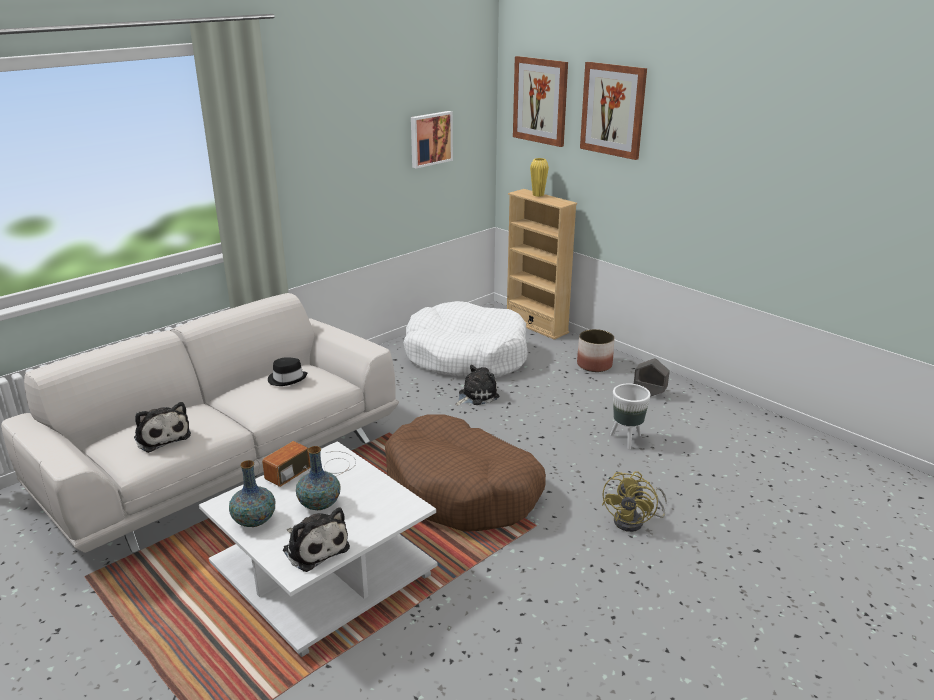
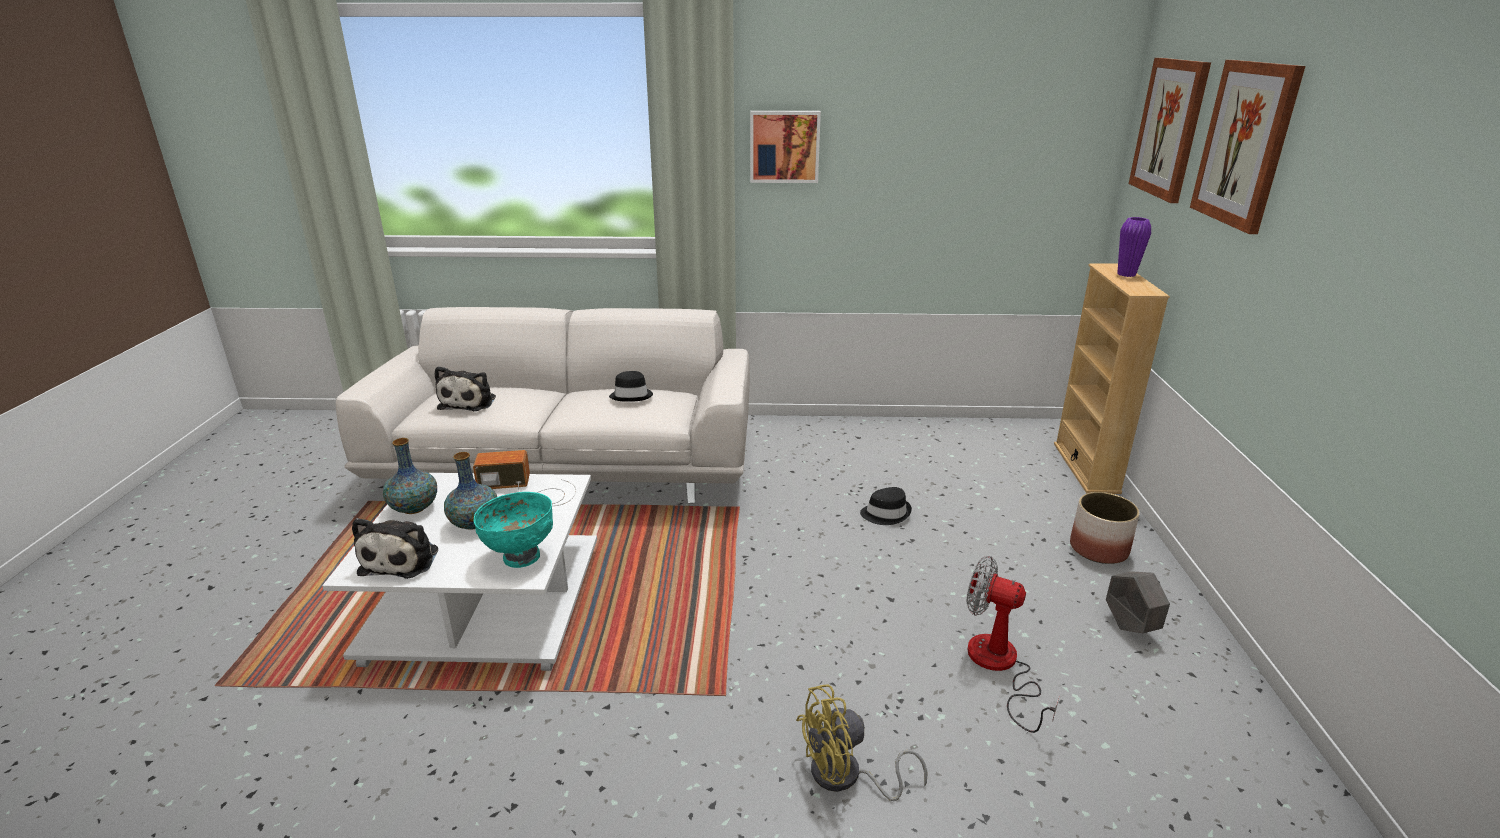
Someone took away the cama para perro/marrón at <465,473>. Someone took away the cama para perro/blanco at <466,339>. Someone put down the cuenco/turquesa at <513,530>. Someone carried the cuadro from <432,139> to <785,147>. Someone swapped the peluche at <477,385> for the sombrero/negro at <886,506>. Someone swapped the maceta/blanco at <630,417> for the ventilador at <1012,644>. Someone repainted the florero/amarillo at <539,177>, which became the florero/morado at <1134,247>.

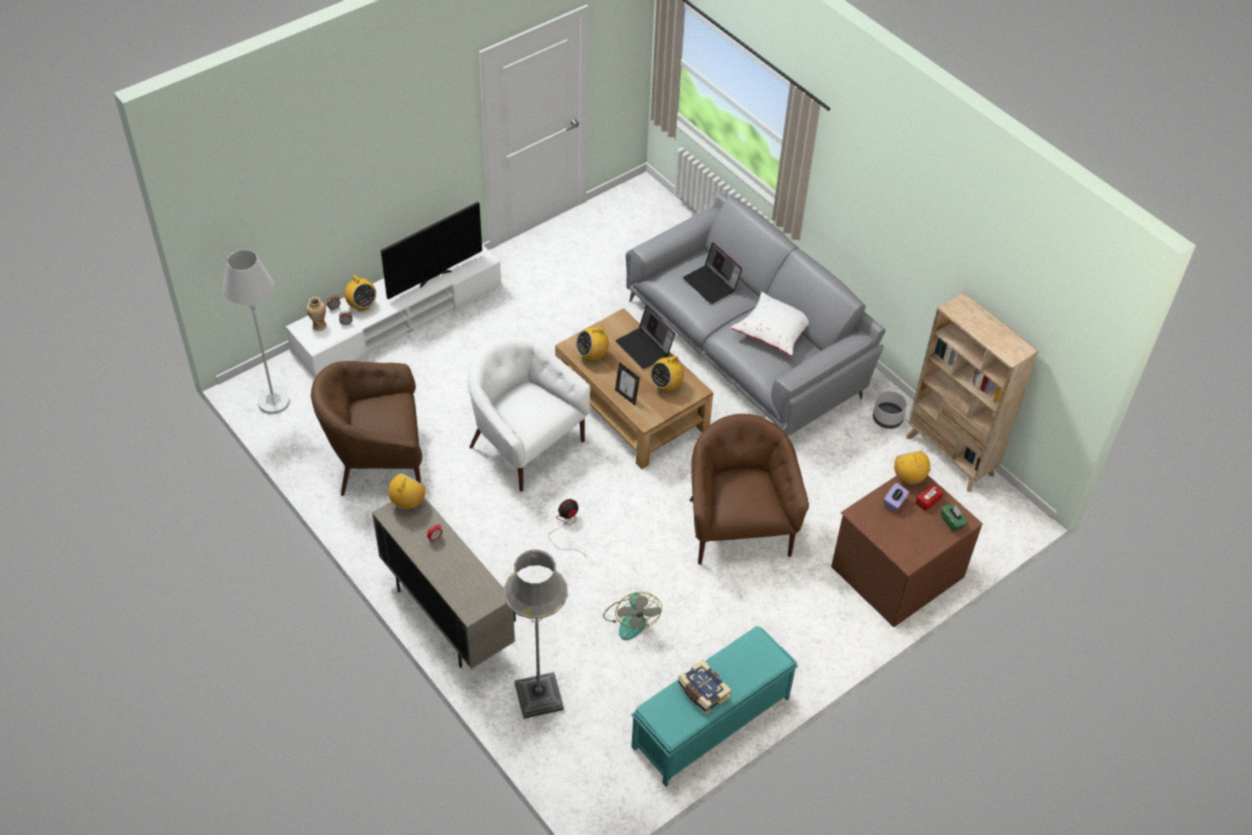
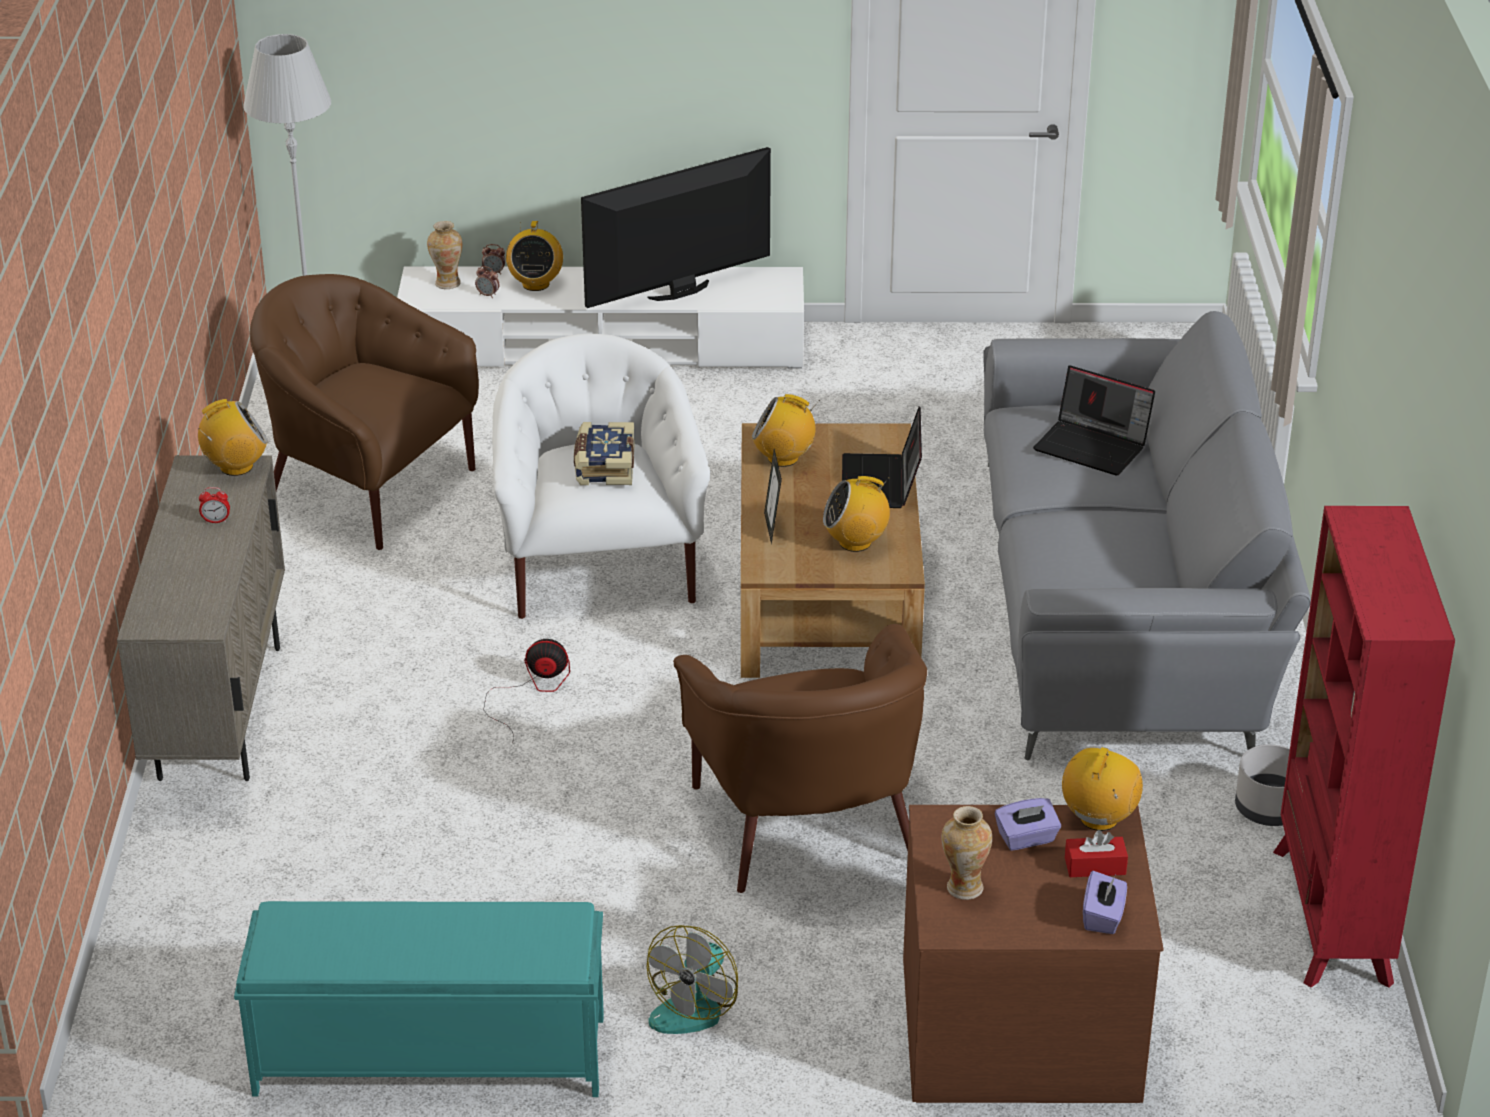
Someone took away the lámpara de pie/gris at <536,634>. Someone took away the cojín/blanco at <770,324>. Someone put down the florero at <966,853>. Someone carried the ventilador from <632,616> to <692,979>. Someone carried the libro from <704,686> to <604,453>. Someone repainted the estantería/beis at <972,392>, which became the estantería/rojo at <1364,747>. Someone repainted the caja de pañuelos/verde at <954,518>, which became the caja de pañuelos/morado at <1105,902>. Someone rotated the televisor at <431,251> by 150 degrees clockwise. Someone rotated the portátil at <712,273> by 60 degrees counterclockwise. Someone rotated the sillón/marrón at <749,489> by 135 degrees clockwise.

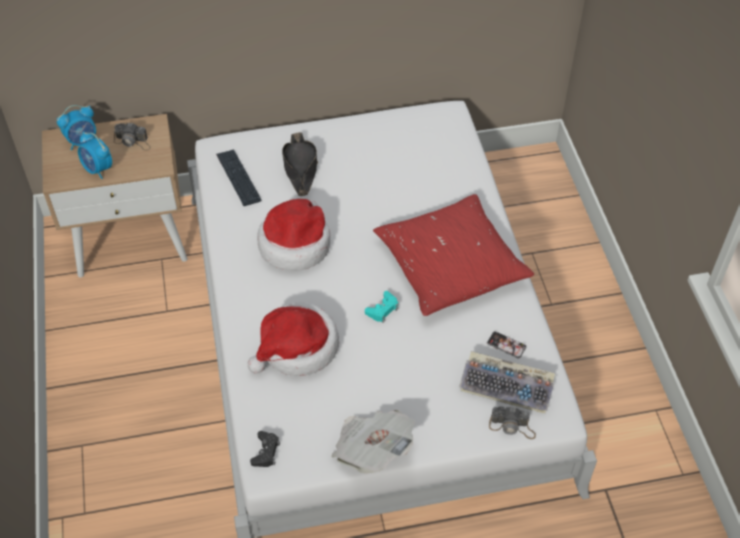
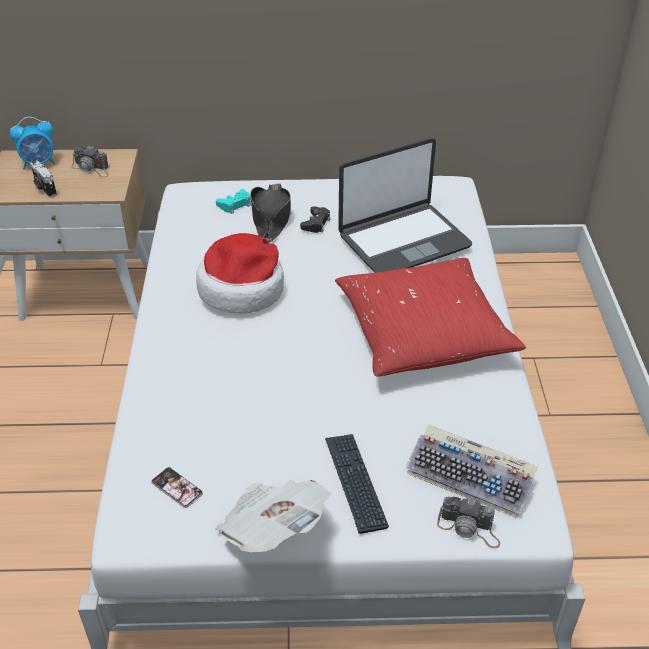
Someone took away the sombrero at <293,339>. Someone put down the portátil at <405,205>. Someone carried the teclado from <238,177> to <357,484>. Someone carried the mando de consola/negro from <265,449> to <315,219>. Someone carried the mando de consola/turquesa from <381,306> to <233,201>. Someone carried the móvil from <507,345> to <177,487>. Someone swapped the despertador at <95,155> for the cámara at <43,179>.

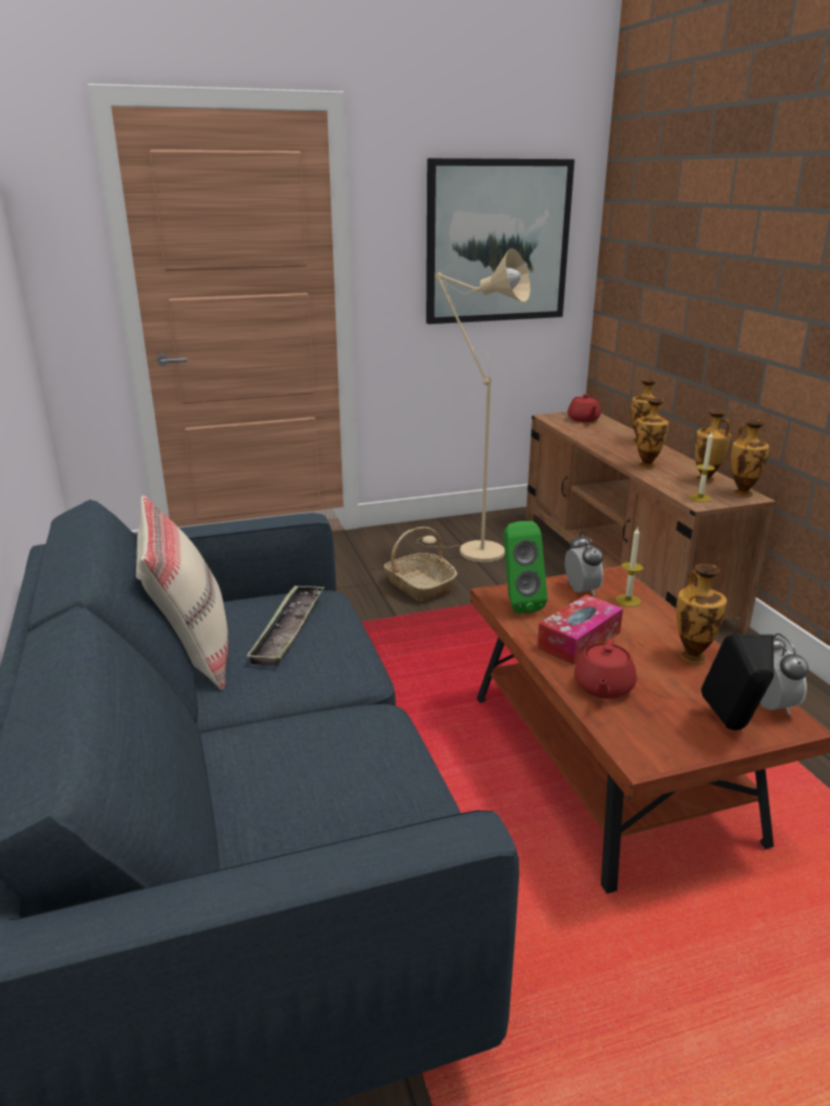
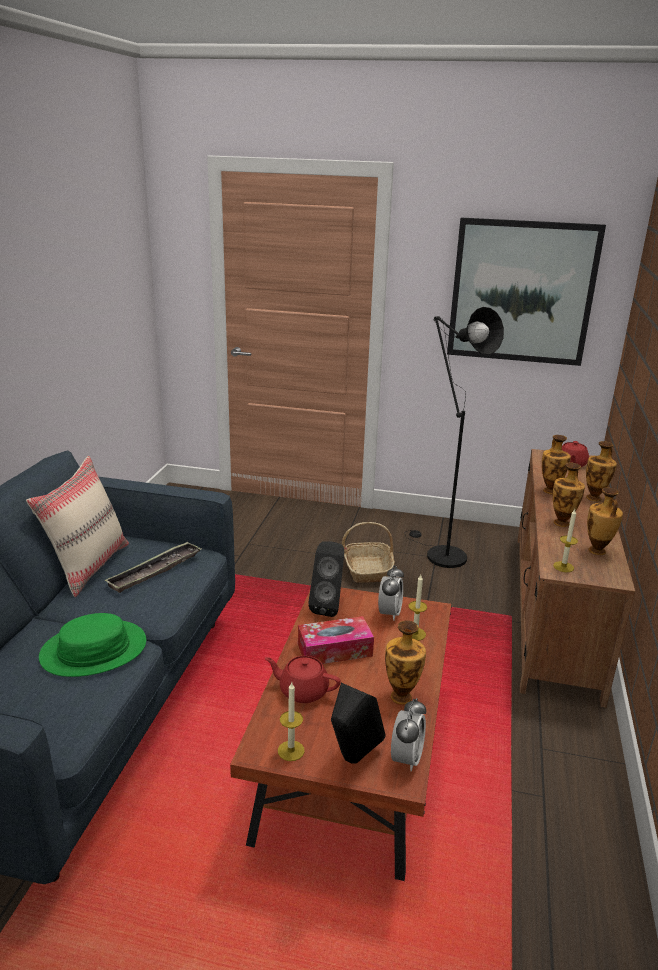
Someone put down the sombrero/verde at <92,645>. Someone put down the vela at <291,721>. Someone carried the florero from <750,458> to <556,465>. Someone repainted the lámpara de pie/beis at <473,405>, which became the lámpara de pie/negro at <454,437>. Someone repainted the altavoz/verde at <526,567>, which became the altavoz/negro at <326,579>. Someone rotated the tetera/rojo at <605,668> by 60 degrees clockwise.

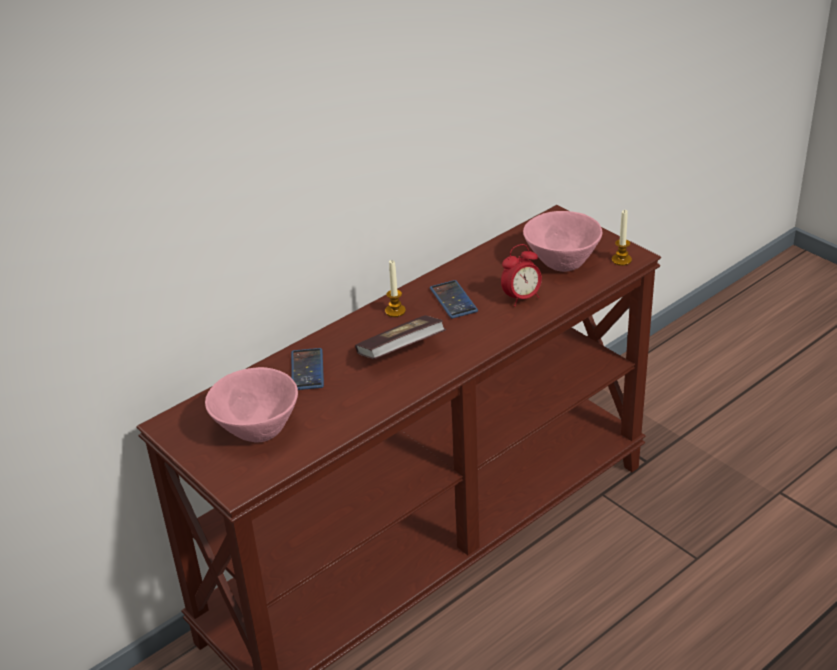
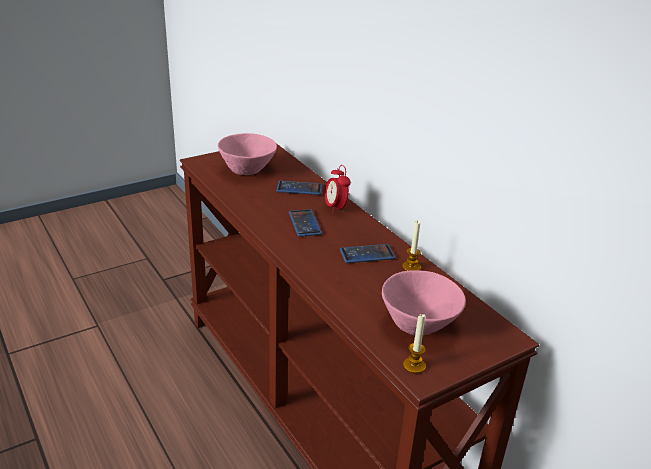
Someone carried the vela from <395,288> to <411,245>. Someone carried the despertador from <521,275> to <338,189>. Someone swapped the libro at <400,337> for the móvil at <305,223>.

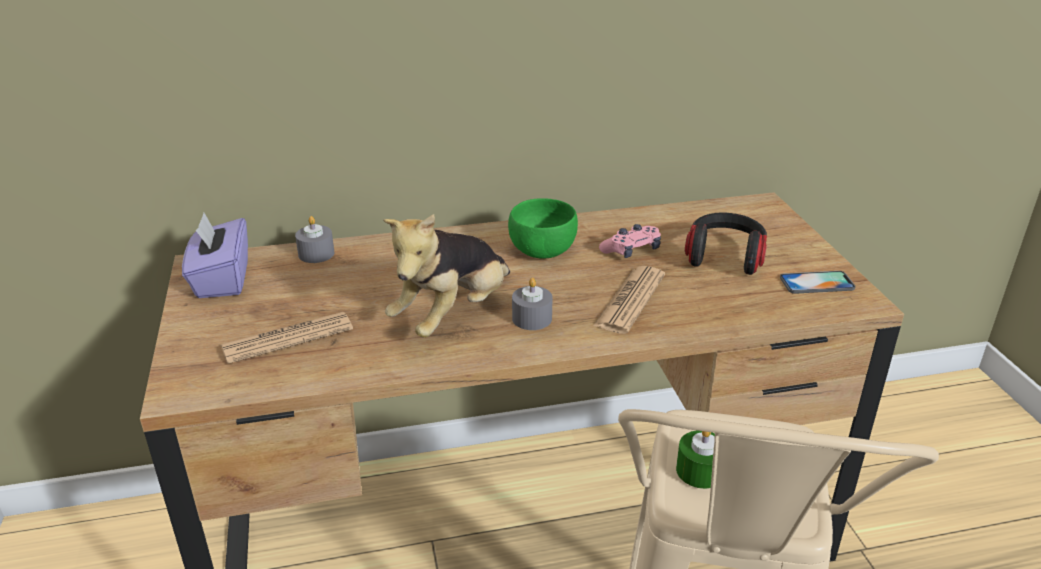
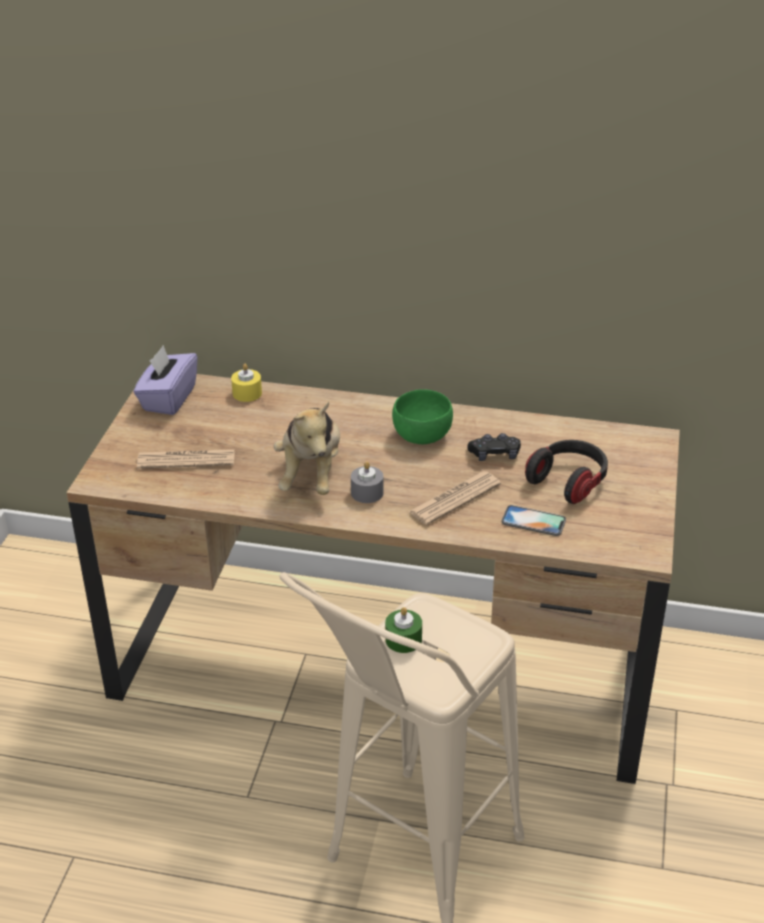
Someone carried the móvil from <818,282> to <533,520>. Someone repainted the vela/gris at <314,239>, which became the vela/amarillo at <246,383>. Someone repainted the mando de consola/rosa at <630,241>, which became the mando de consola/negro at <494,447>. Someone rotated the peluche at <446,275> by 60 degrees counterclockwise.

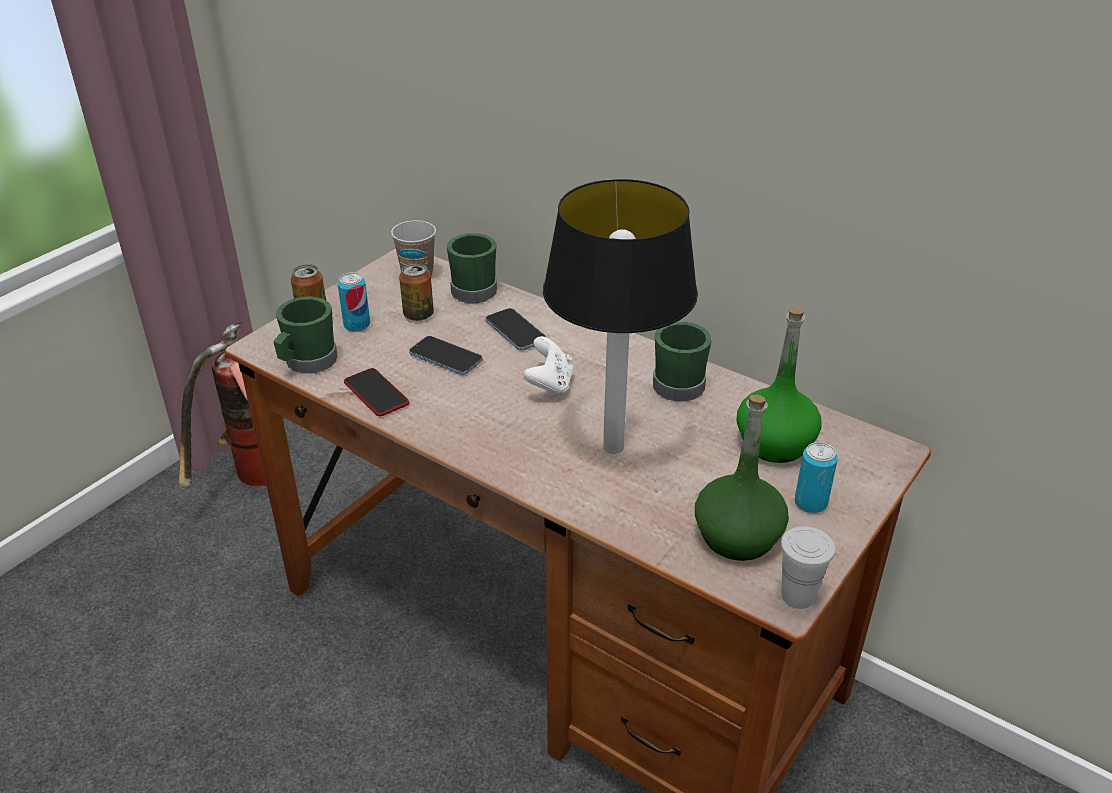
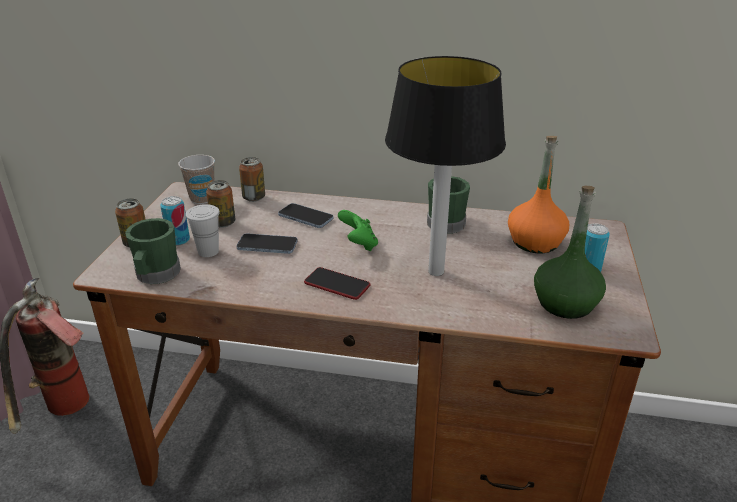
Someone carried the móvil from <376,392> to <337,283>. Someone carried the taza/blanco from <808,567> to <203,230>. Someone swapped the taza grande/verde at <472,268> for the lata at <252,179>. Someone repainted the mando de consola/blanco at <548,367>, which became the mando de consola/verde at <358,230>. Someone repainted the botella/verde at <779,385>, which became the botella/naranja at <538,194>.

